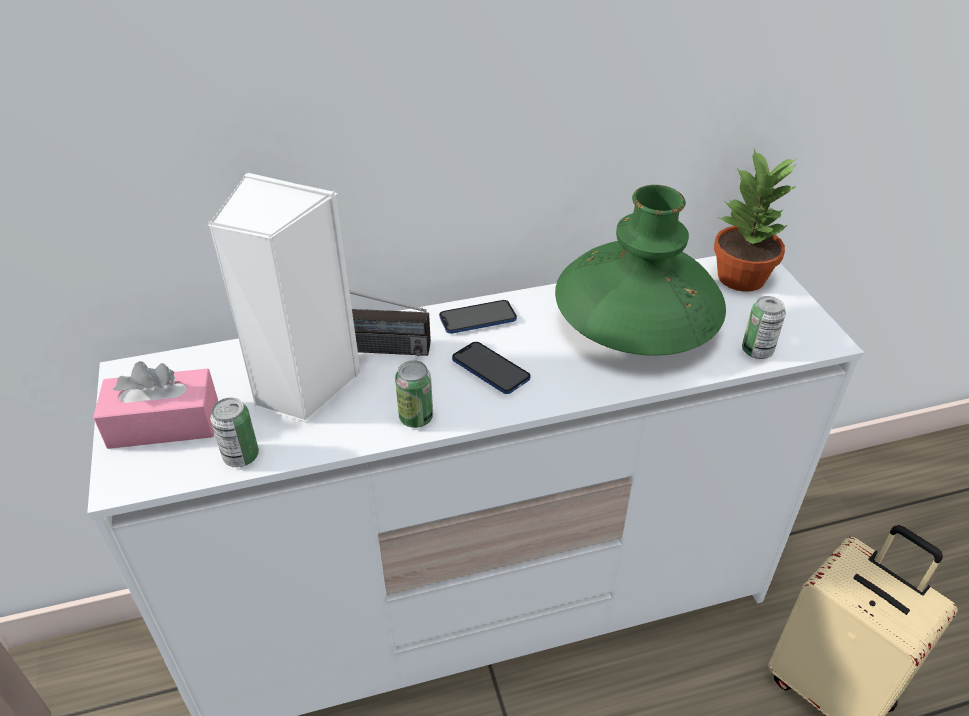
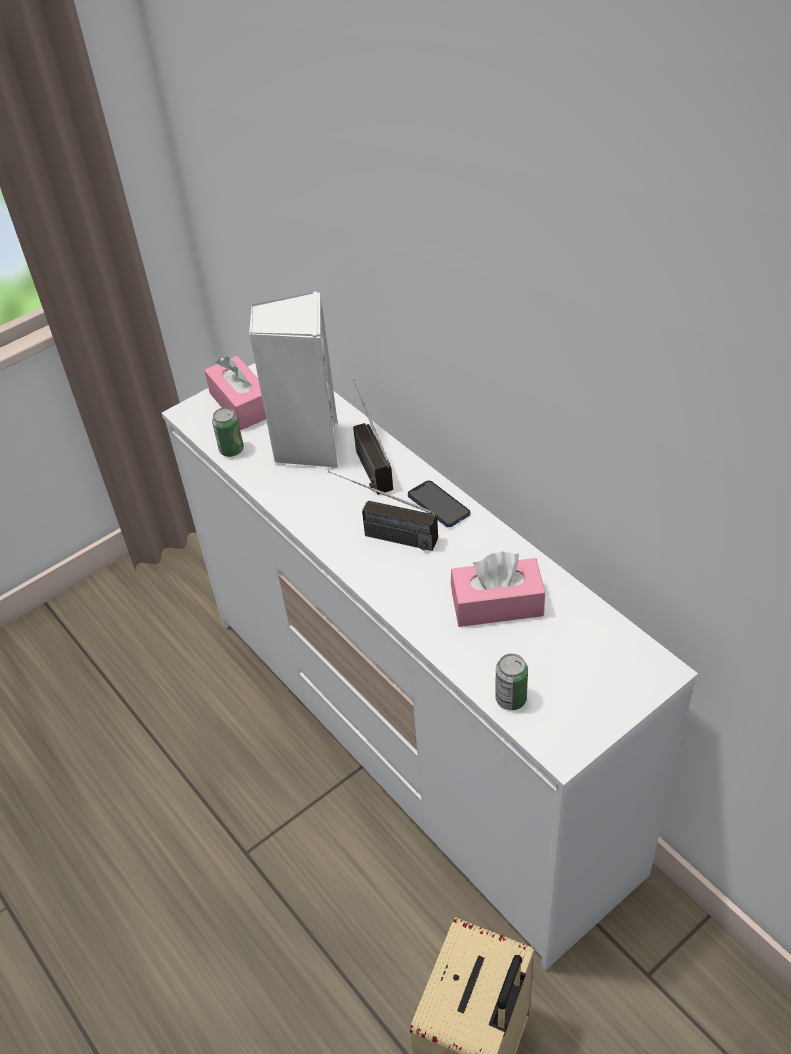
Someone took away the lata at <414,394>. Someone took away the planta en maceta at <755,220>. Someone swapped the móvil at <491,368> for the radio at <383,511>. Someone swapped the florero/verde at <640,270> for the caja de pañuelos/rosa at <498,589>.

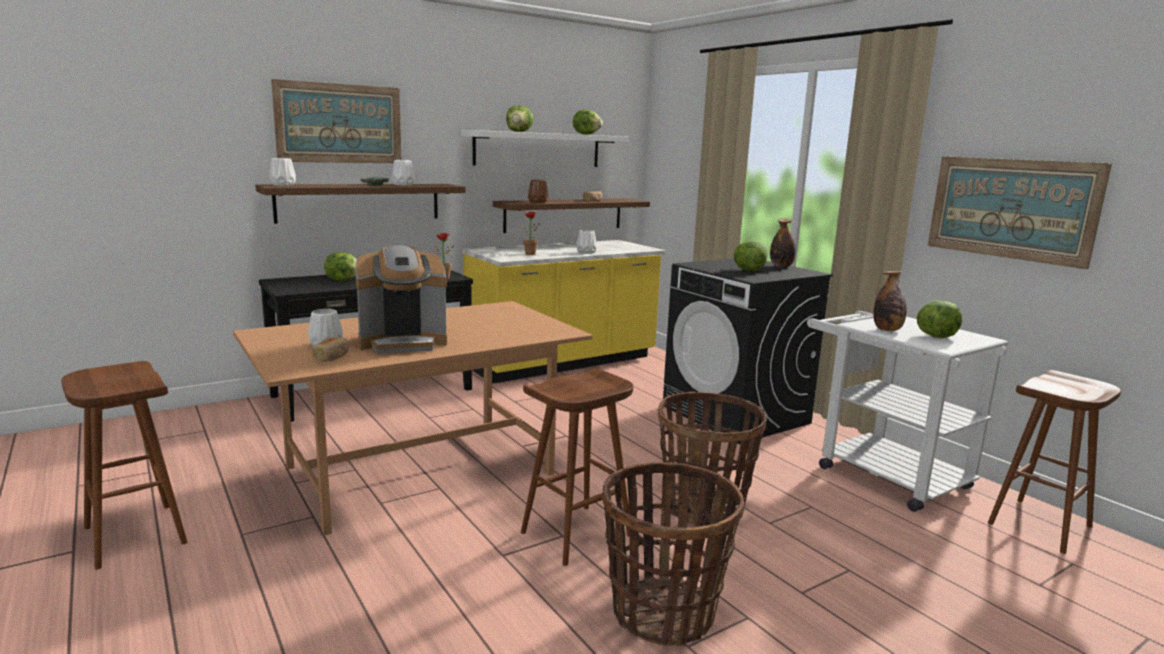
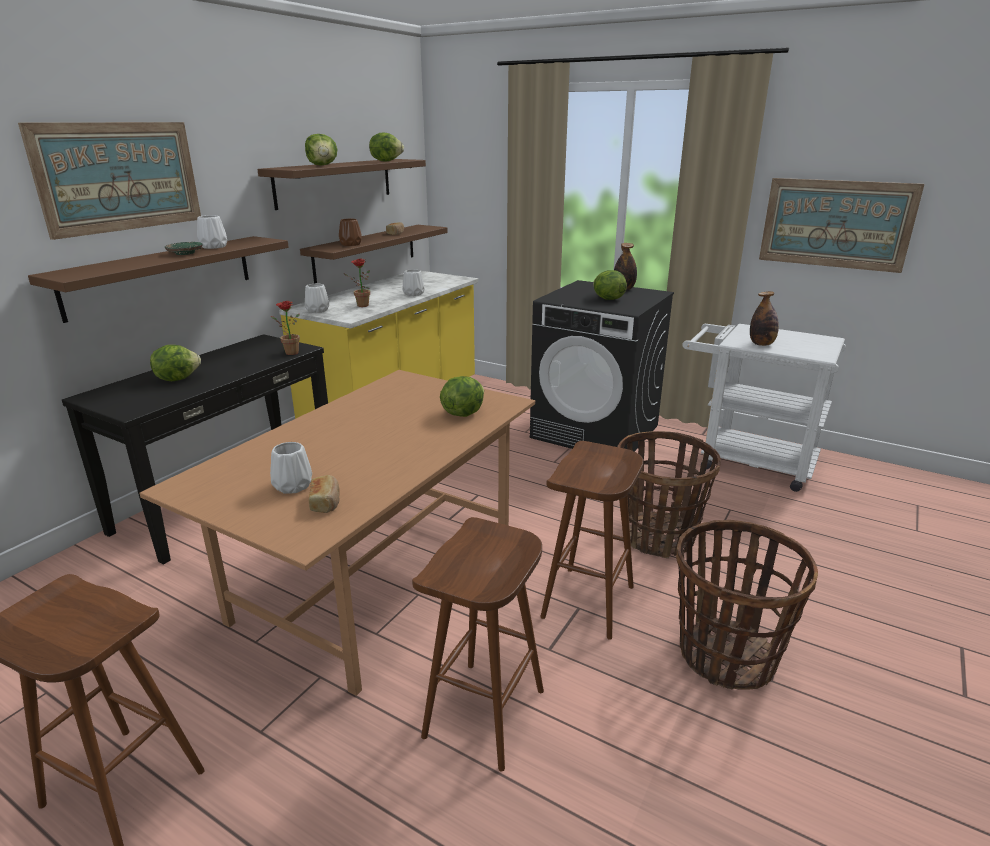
Someone took away the cafetera at <401,299>. Someone carried the florero/blanco from <282,172> to <317,298>. Someone carried the lechuga from <939,319> to <462,396>. Someone carried the taburete/marrón from <1054,462> to <478,644>. Someone repainted the estante/blanco at <545,148>, which became the estante/marrón at <341,184>.

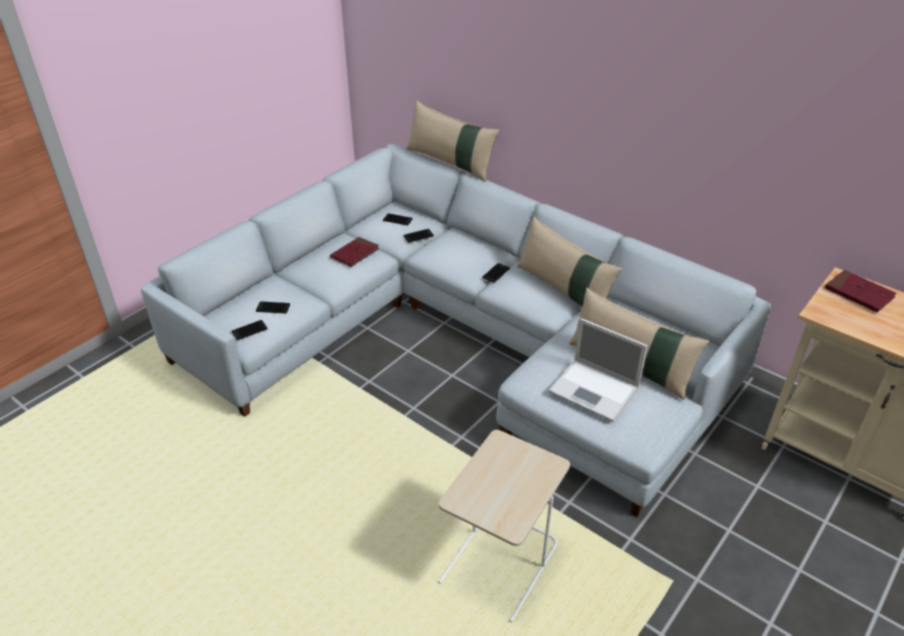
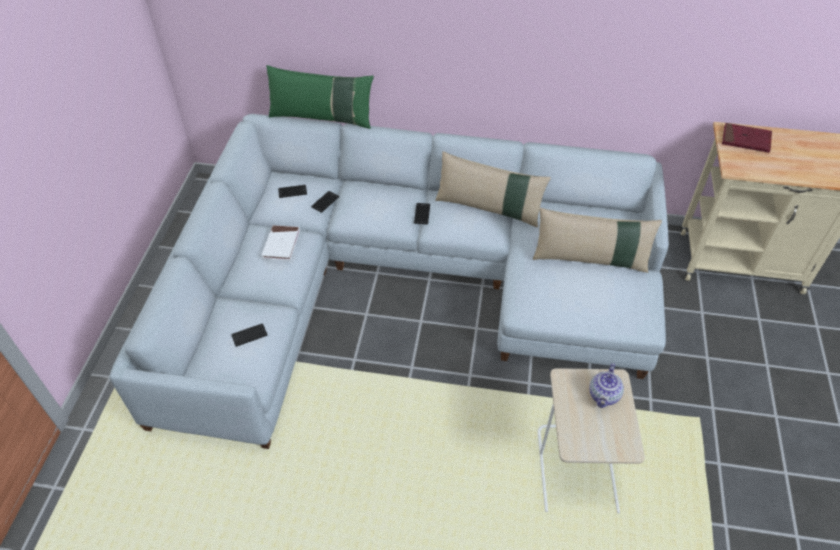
Someone took away the móvil at <249,330>. Someone took away the portátil at <598,370>. Someone put down the tetera at <606,385>. Someone repainted the libro/rojo at <354,252>, which became the libro/blanco at <280,242>. Someone repainted the cojín/beis at <453,141>, which became the cojín/verde at <320,97>.

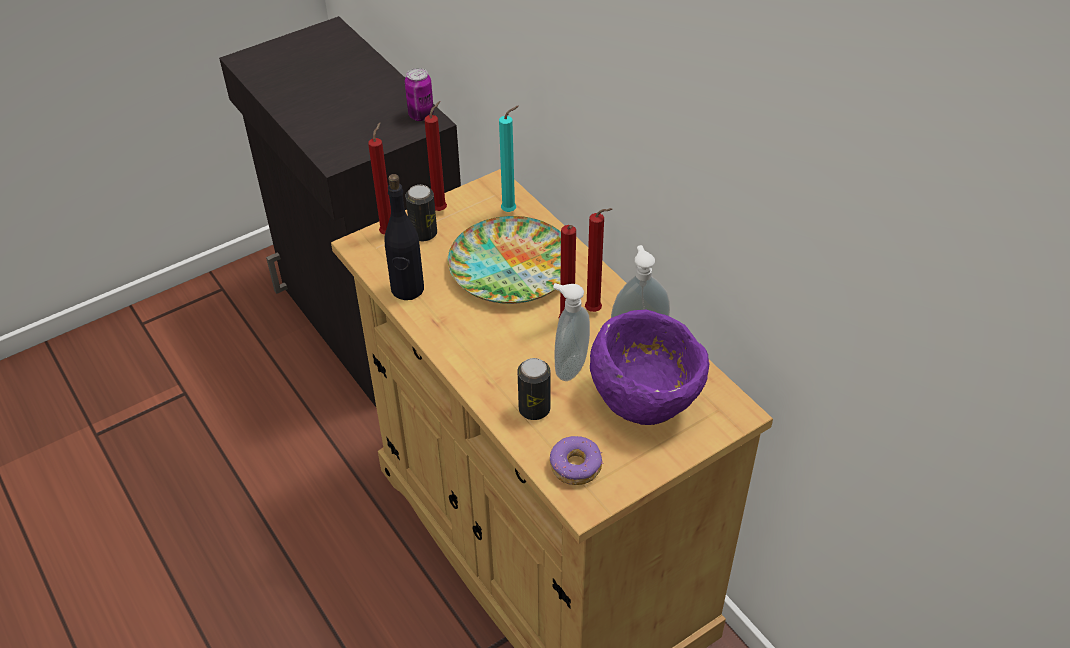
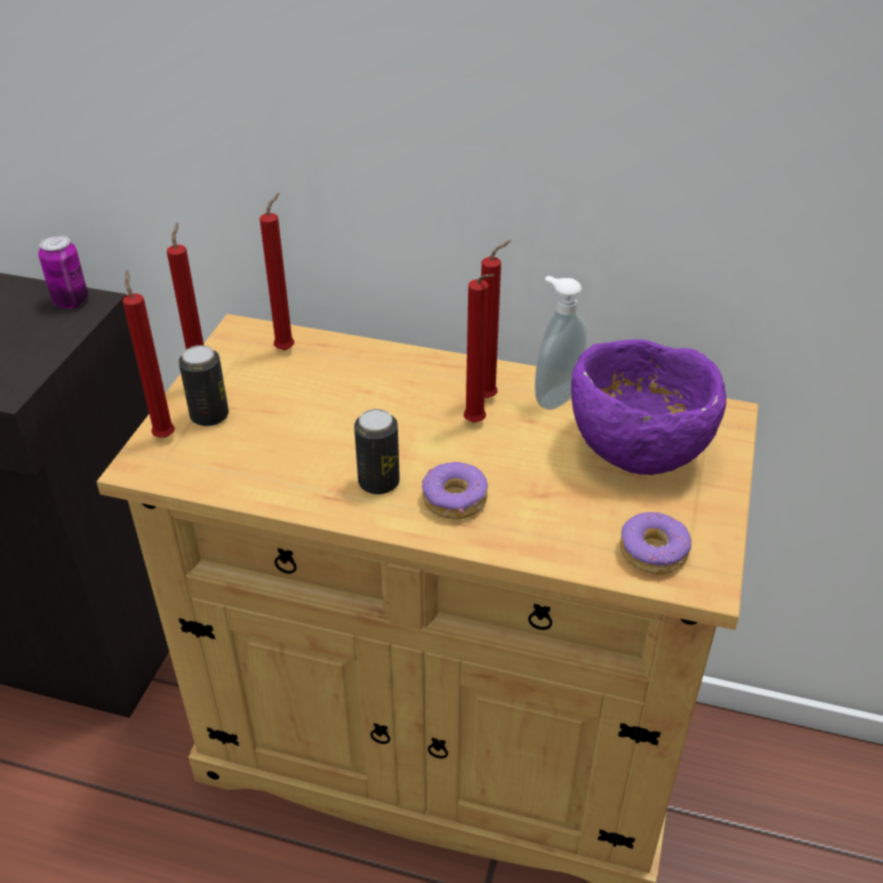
Someone took away the botella/negro at <404,237>. Someone took away the plato at <504,260>. Someone took away the dispensador de jabón at <571,332>. Someone put down the rosquilla at <455,490>. Someone carried the lata from <534,389> to <377,451>. Someone repainted the vela/turquesa at <509,159>, which became the vela/rojo at <277,271>.

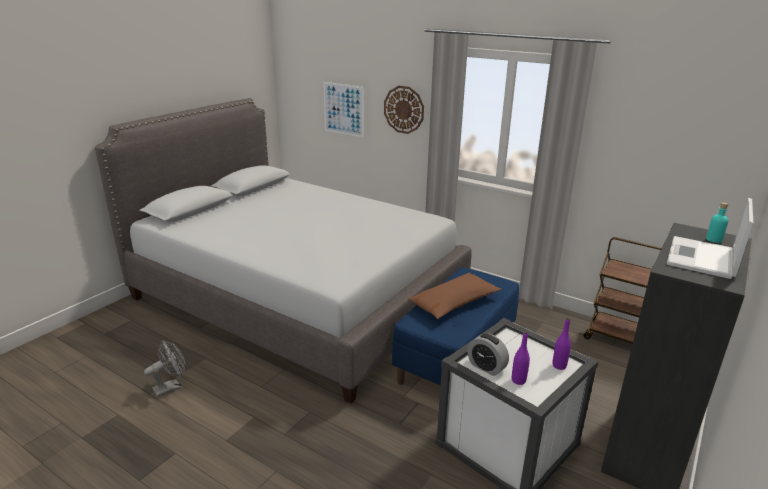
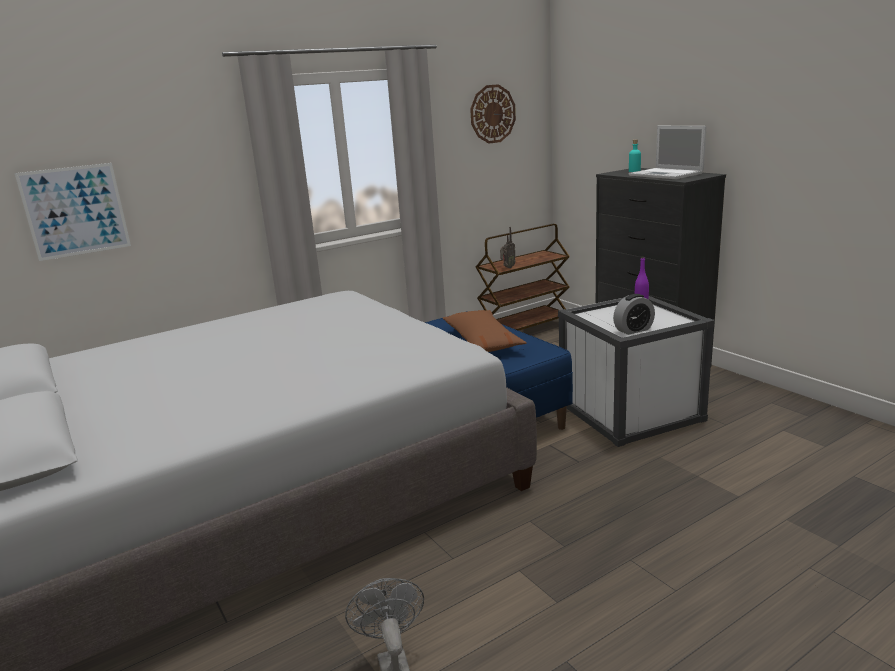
Someone took away the botella/morado at <521,358>. Someone put down the radio at <508,247>. Someone carried the reloj de pared from <404,110> to <493,114>.

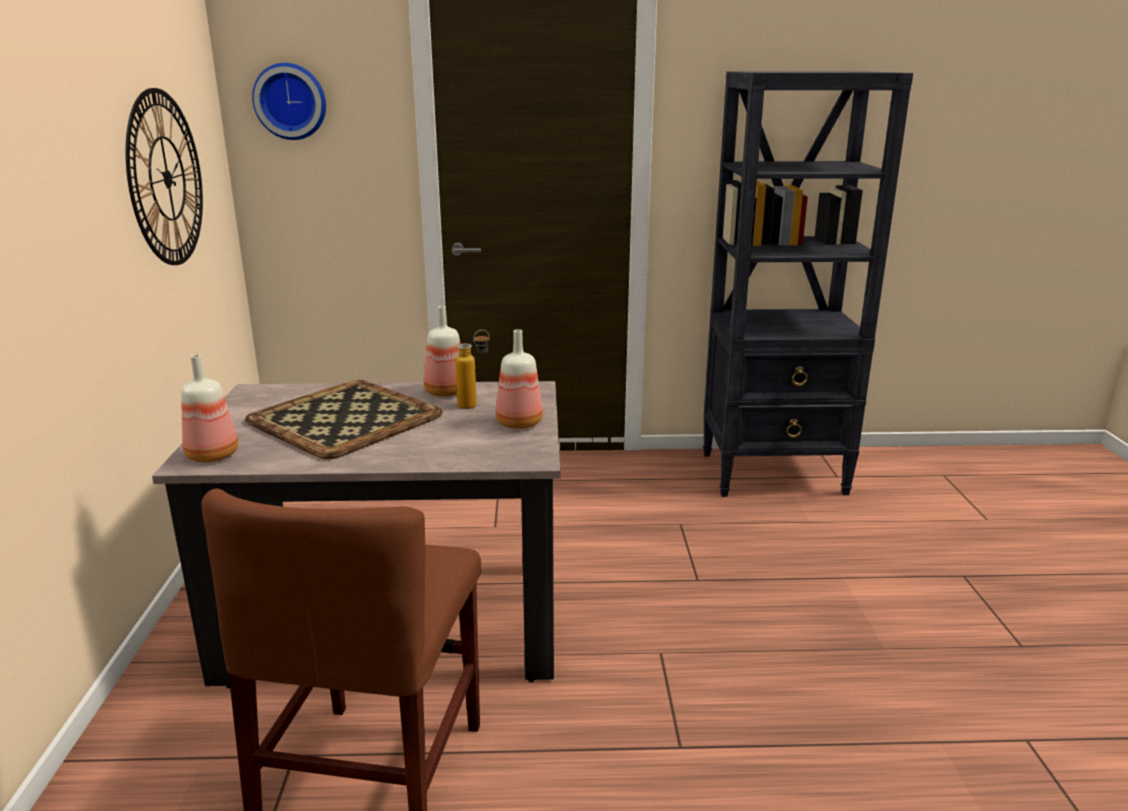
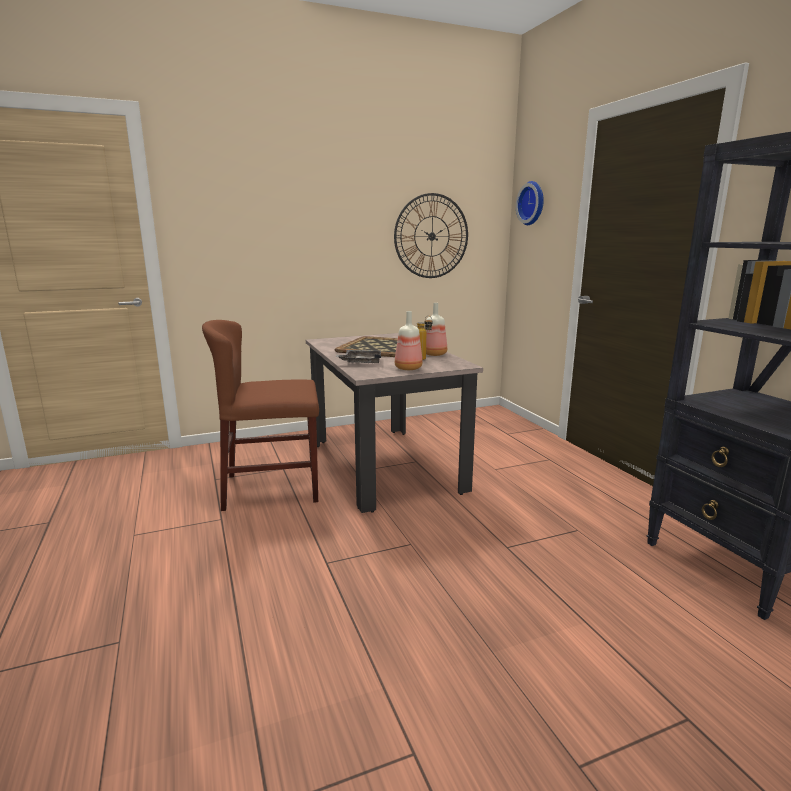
Someone took away the botella at <209,408>. Someone put down the bandeja/gris at <358,356>.

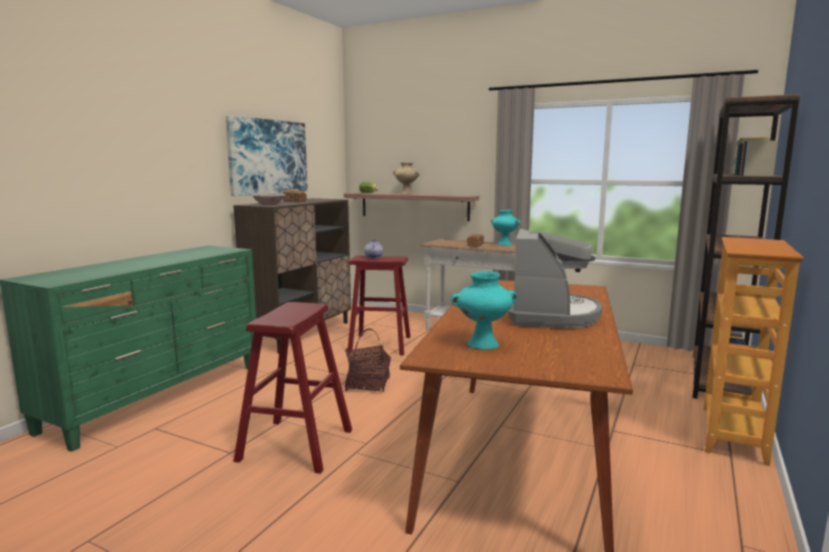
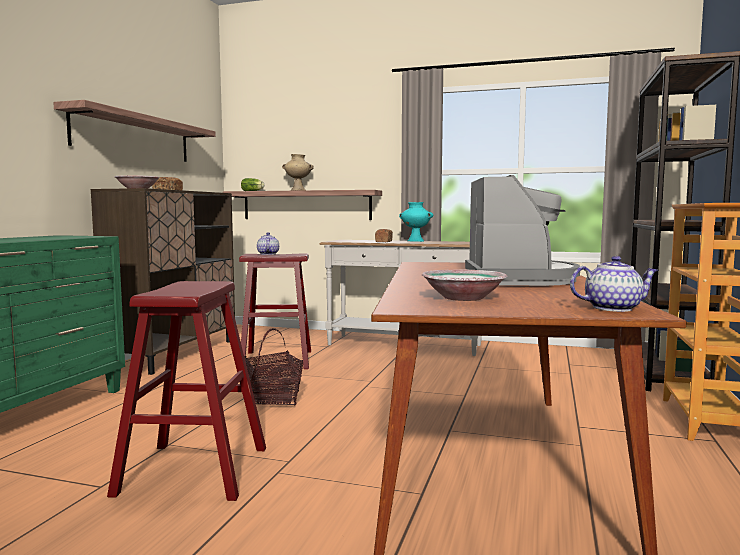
Someone put down the tetera at <614,284>. Someone swapped the cuadro at <266,155> for the estante at <134,131>. Someone swapped the florero/turquesa at <484,310> for the cuenco at <465,285>.

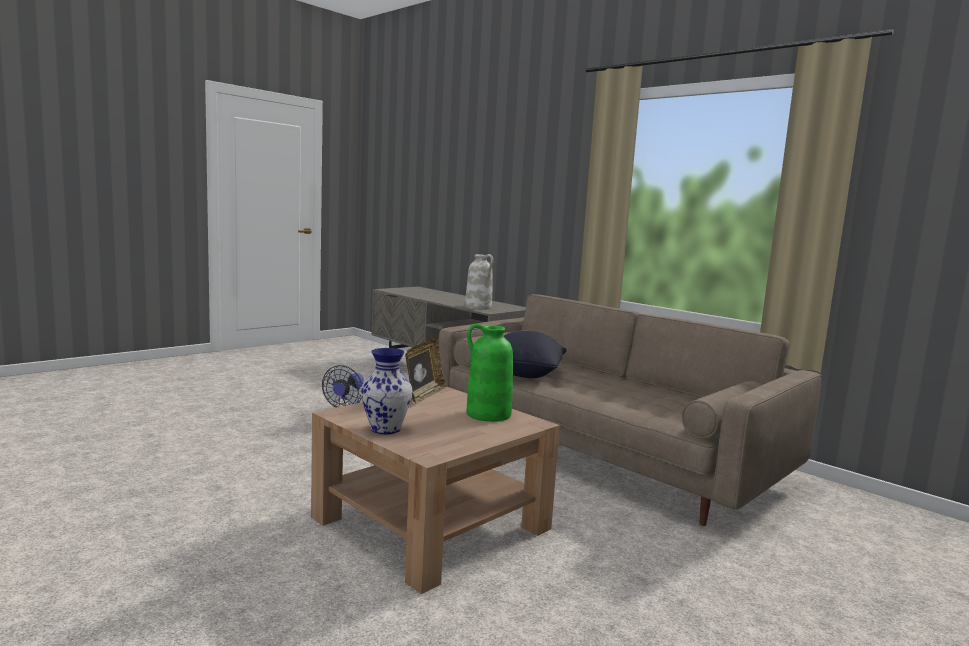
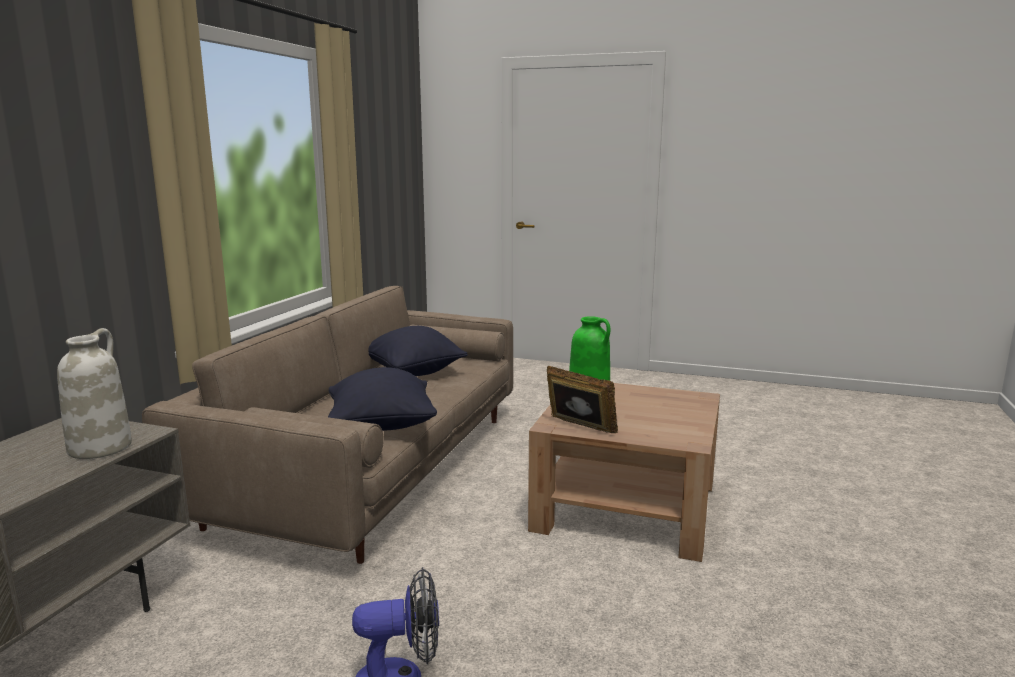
Someone took away the florero at <387,391>. Someone put down the cojín/negro at <418,351>. Someone rotated the portarretratos at <425,370> by 45 degrees clockwise.

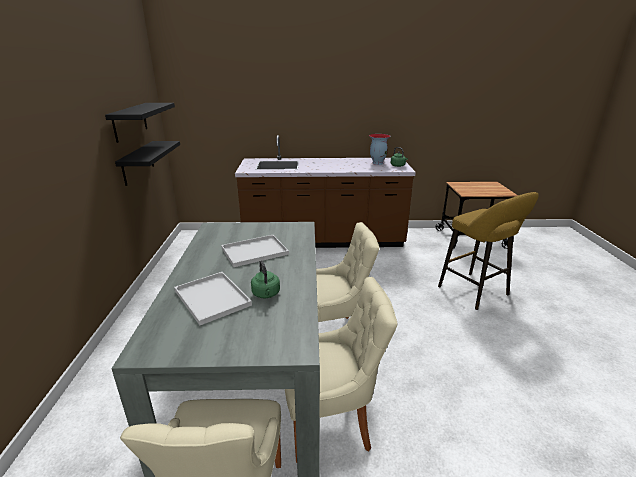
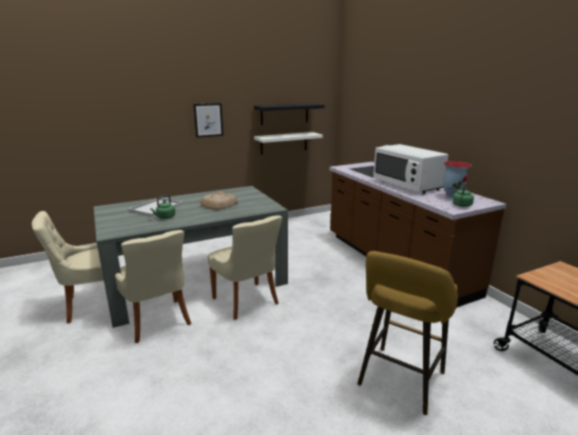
Someone put up the cuadro at <208,120>. Someone put down the microondas/blanco at <410,169>. Someone swapped the bandeja/blanco at <255,251> for the pan at <219,201>. Someone repainted the estante/negro at <147,163>, which became the estante/blanco at <288,143>.

